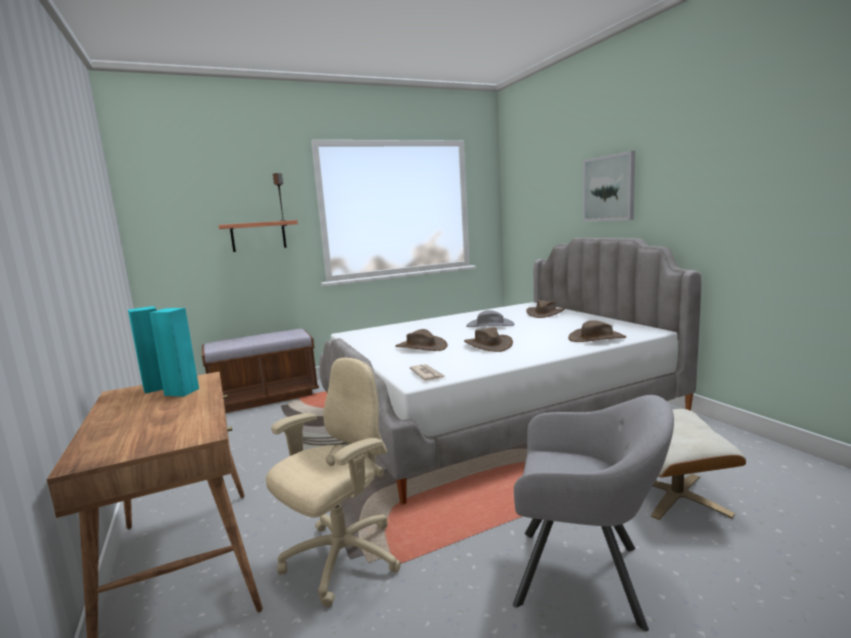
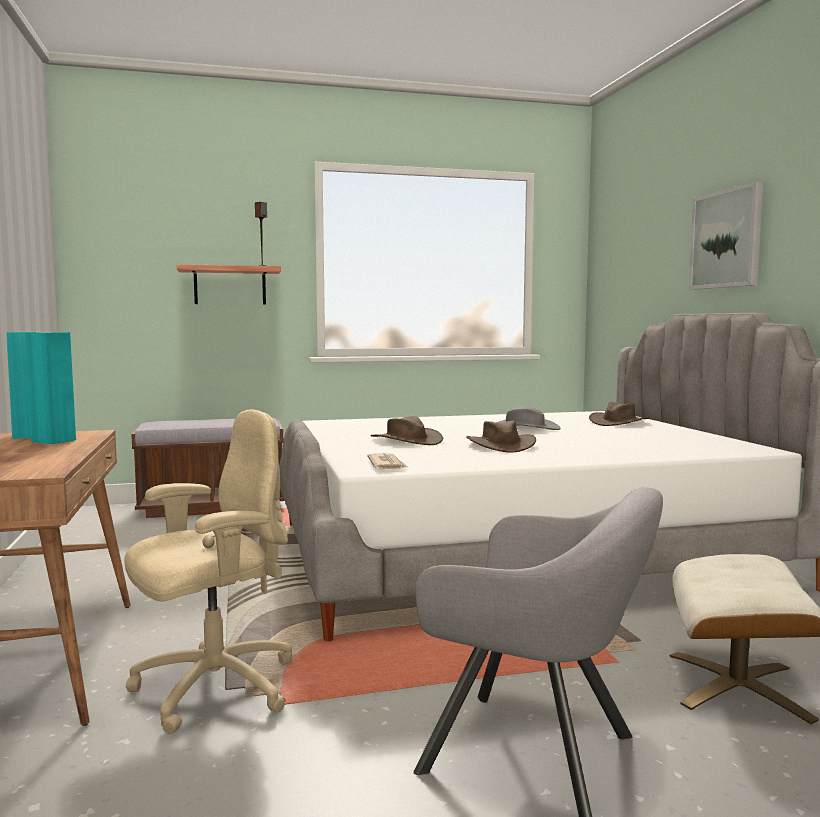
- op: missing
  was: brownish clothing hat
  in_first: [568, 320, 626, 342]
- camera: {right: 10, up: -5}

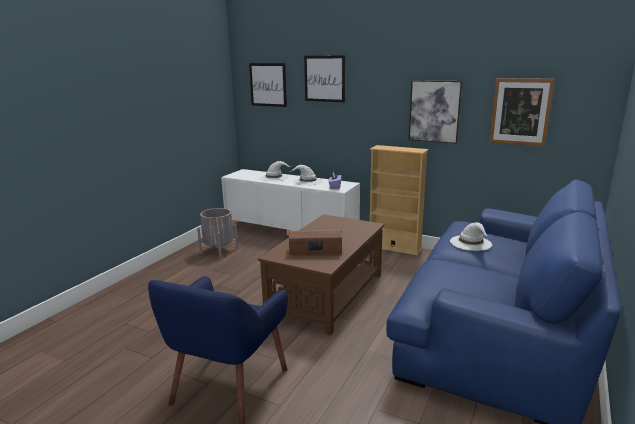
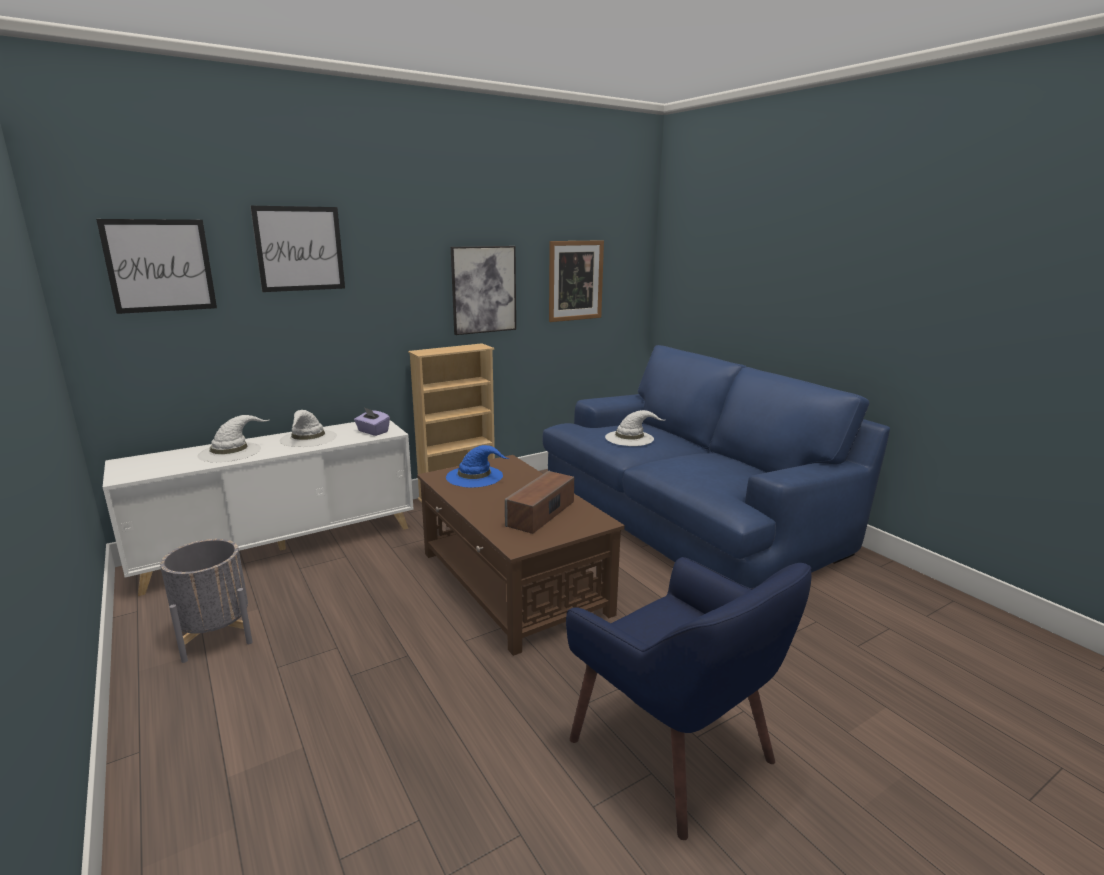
- op: appeared
  now: blue-coloured clothing hat
  in_second: [446, 445, 509, 488]
- camera: {right: -60, up: 0}

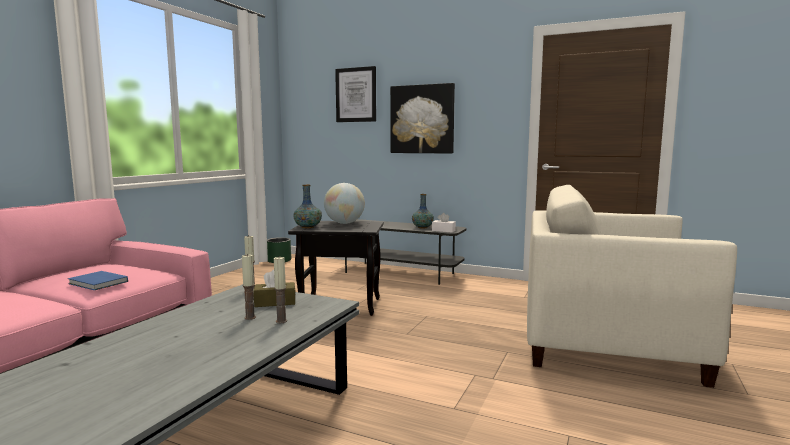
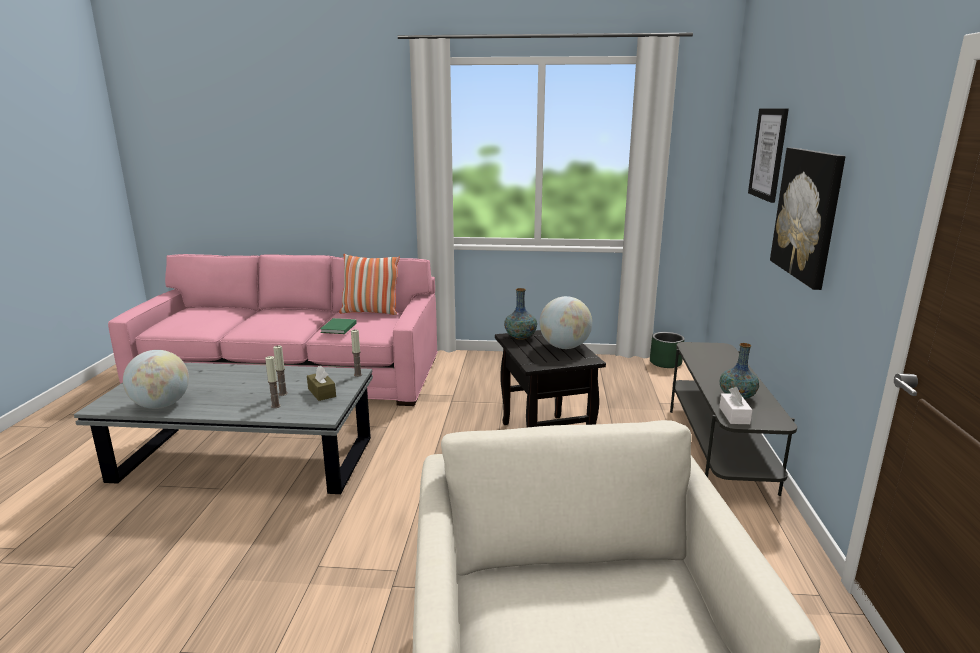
- op: appeared
  now: desk globe
  in_second: [123, 350, 189, 409]
- op: appeared
  now: pillow
  in_second: [339, 254, 400, 315]
- op: colour
  was: blue-coloured bound book
  now: greenish bound book
  in_first: [68, 271, 128, 290]
  in_second: [320, 318, 357, 334]
- camera: {right: 70, up: 10}

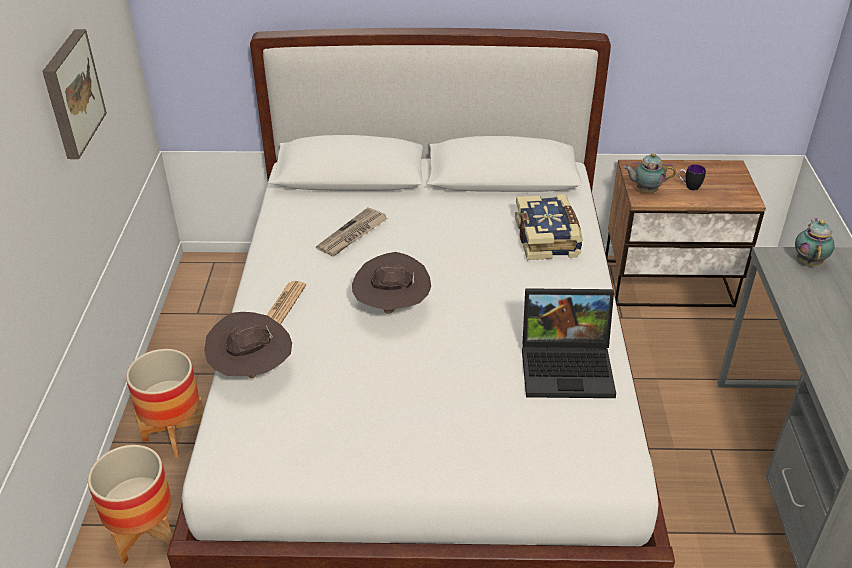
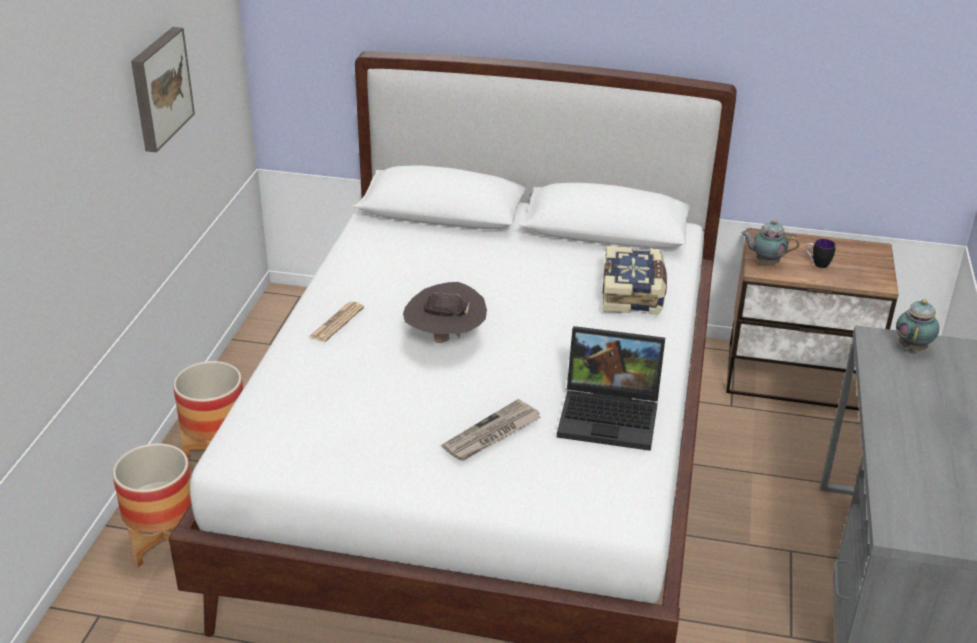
- op: missing
  was: brownish clothing hat
  in_first: [204, 312, 292, 378]
- op: relocated
  was: printed paper
  in_first: [316, 208, 387, 256]
  in_second: [441, 399, 541, 461]
- camera: {right: 10, up: -5}

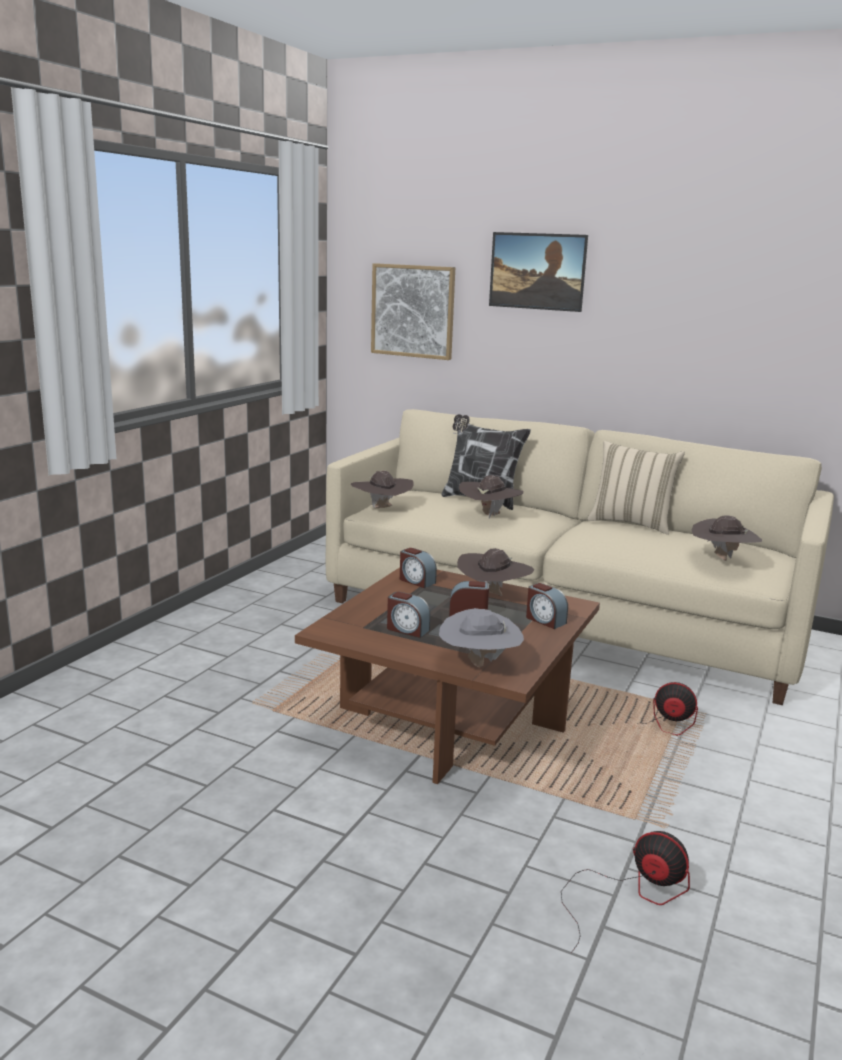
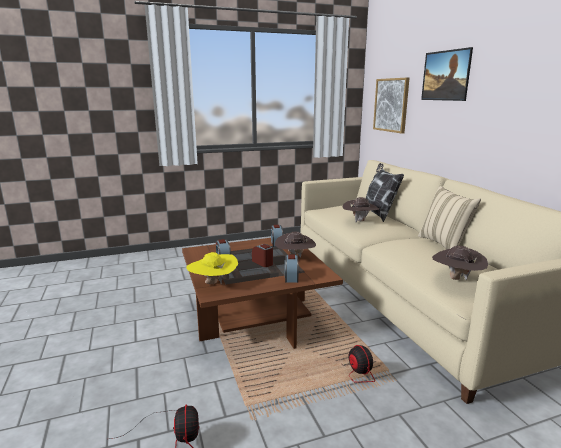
- op: missing
  was: brownish clothing hat
  in_first: [351, 471, 414, 508]
- op: colour
  was: grey clothing hat
  now: yellow-coloured clothing hat
  in_first: [439, 608, 524, 667]
  in_second: [186, 252, 238, 285]
- camera: {right: 45, up: 0}

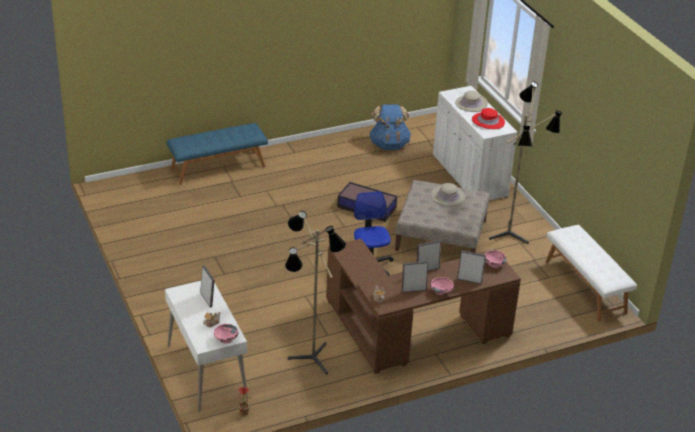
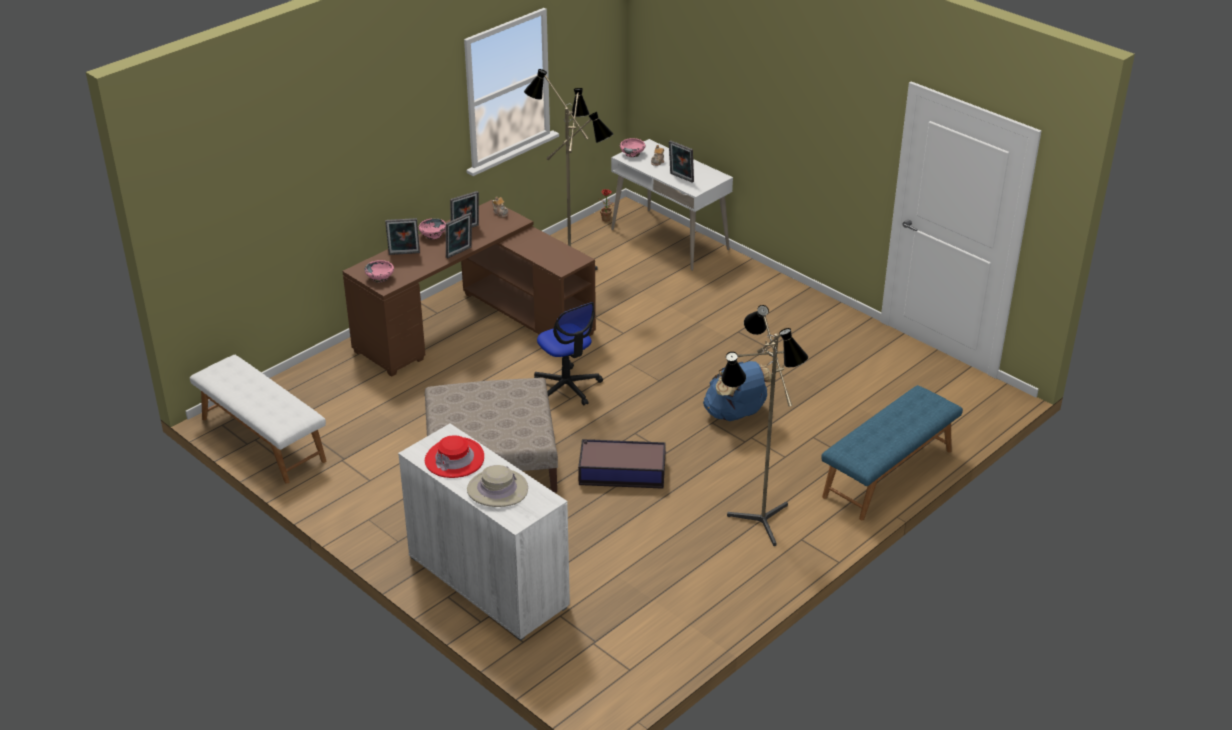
- op: missing
  was: beige-coloured clothing hat
  in_first: [431, 183, 465, 206]
- op: relocated
  was: blue-coloured rucksack
  in_first: [369, 104, 411, 150]
  in_second: [703, 361, 776, 421]
- op: relocated
  was: standard lamp
  in_first: [489, 81, 562, 244]
  in_second: [721, 305, 808, 546]
- camera: {right: 160, up: 0}

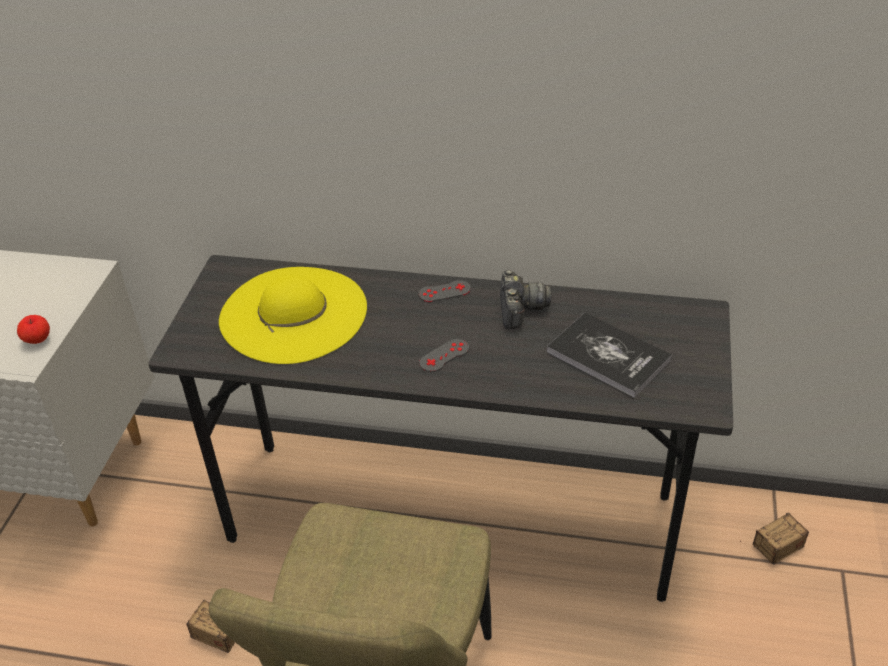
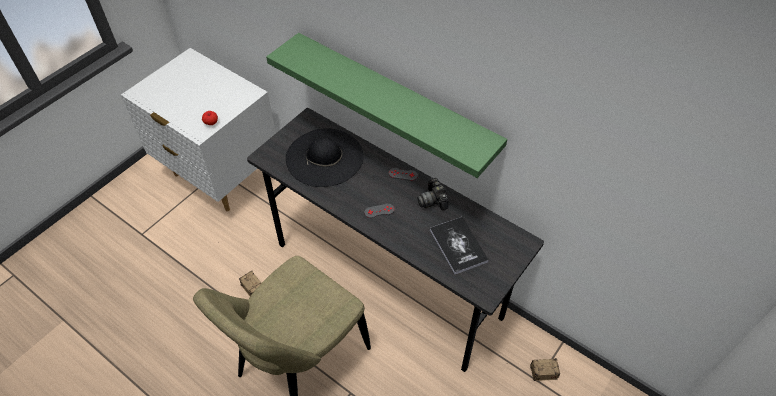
- op: appeared
  now: greenish bracket shelf
  in_second: [266, 33, 507, 178]
- op: colour
  was: yellow-coloured clothing hat
  now: black clothing hat
  in_first: [219, 267, 367, 364]
  in_second: [286, 128, 364, 187]
- op: spun
  was: still camera
  in_first: [500, 270, 551, 329]
  in_second: [417, 178, 448, 210]
  clockwise: 135
- camera: {right: 25, up: 10}

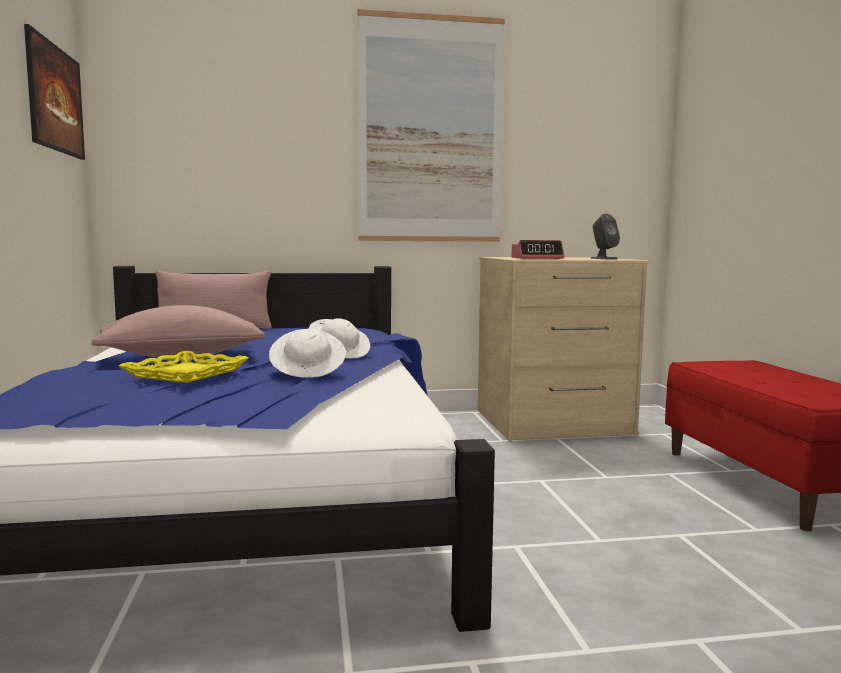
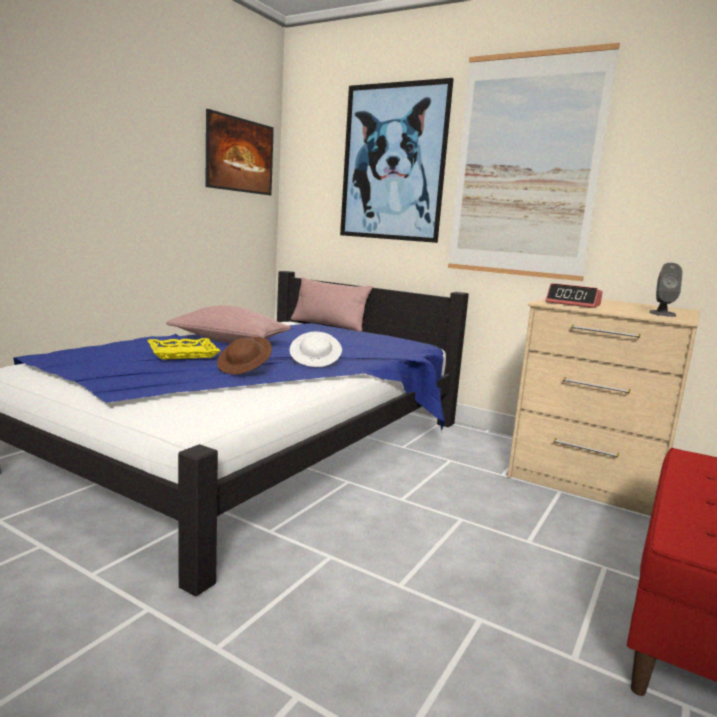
- op: appeared
  now: wall picture
  in_second: [340, 78, 453, 243]
- op: colour
  was: white-coloured clothing hat
  now: brownish clothing hat
  in_first: [269, 329, 346, 378]
  in_second: [217, 337, 272, 374]
- camera: {right: 40, up: 5}

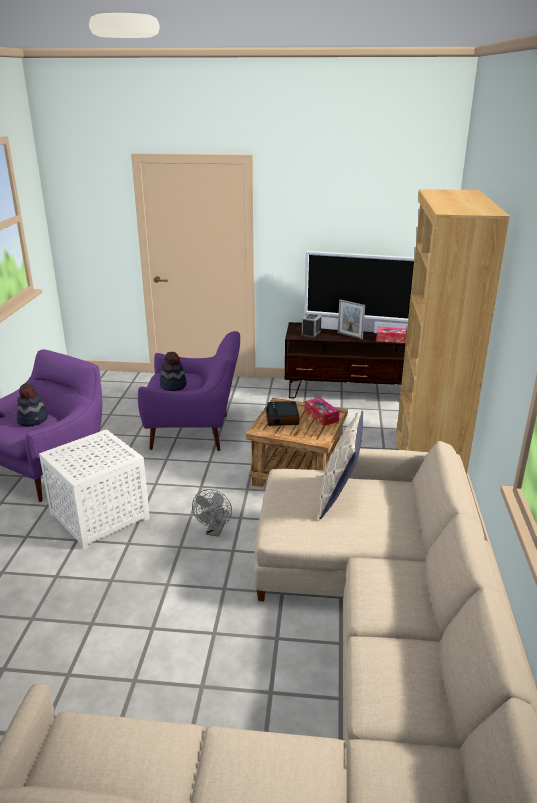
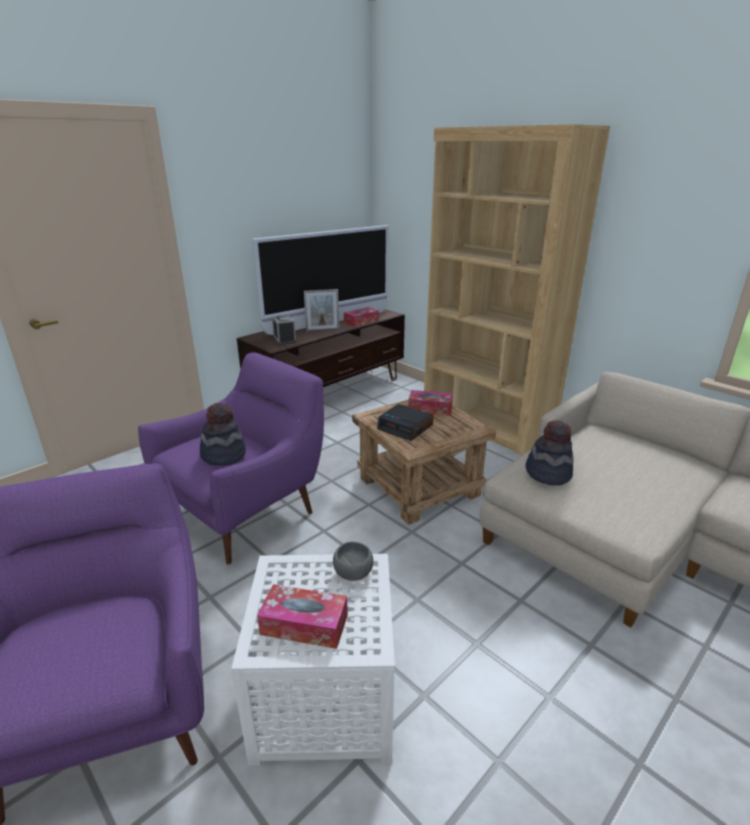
- op: missing
  was: grey electric fan
  in_first: [192, 489, 232, 537]
- op: missing
  was: pillow
  in_first: [319, 410, 363, 519]
- op: appeared
  now: tissue holder
  in_second: [257, 584, 348, 649]
- op: appeared
  now: grey serving bowl
  in_second: [333, 541, 373, 581]
- op: relocated
  was: clothing hat
  in_first: [17, 383, 48, 427]
  in_second: [526, 420, 574, 485]
- camera: {right: -50, up: 0}

